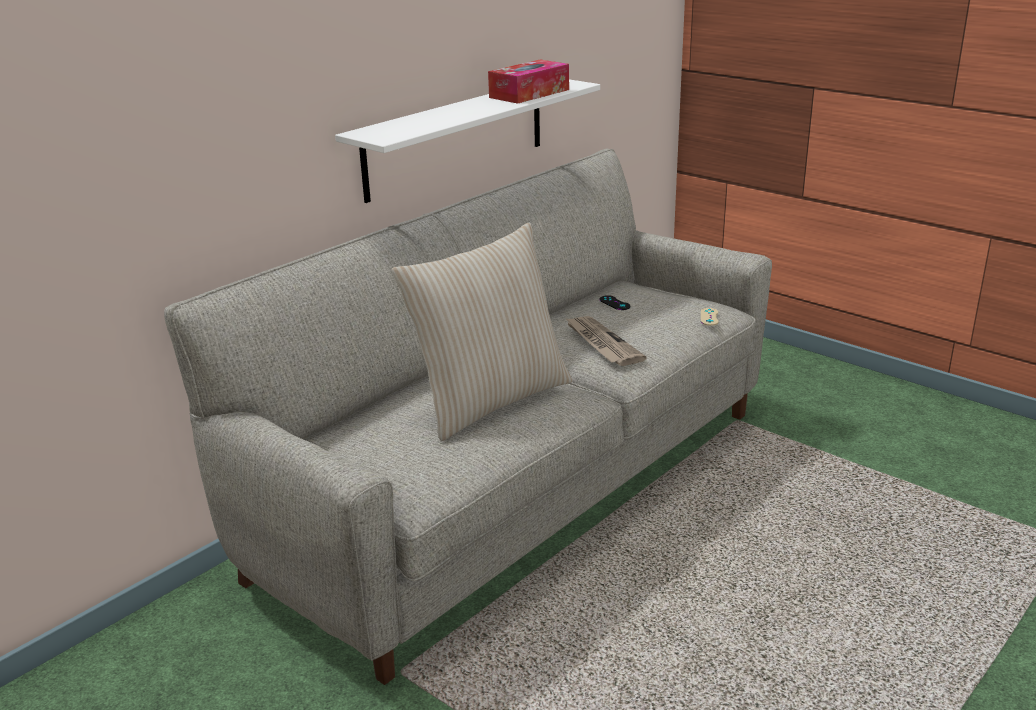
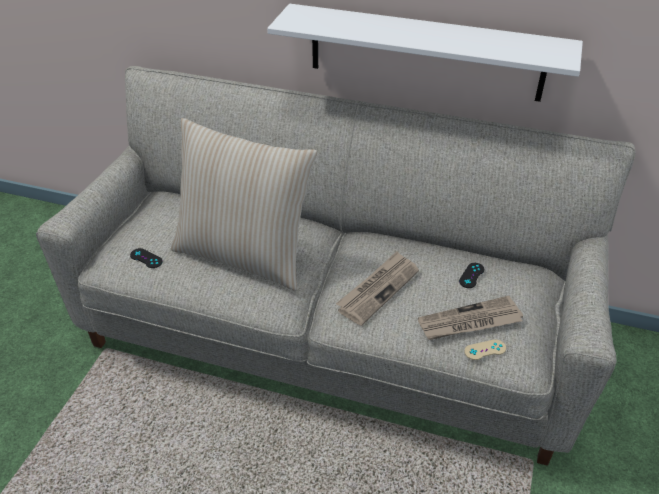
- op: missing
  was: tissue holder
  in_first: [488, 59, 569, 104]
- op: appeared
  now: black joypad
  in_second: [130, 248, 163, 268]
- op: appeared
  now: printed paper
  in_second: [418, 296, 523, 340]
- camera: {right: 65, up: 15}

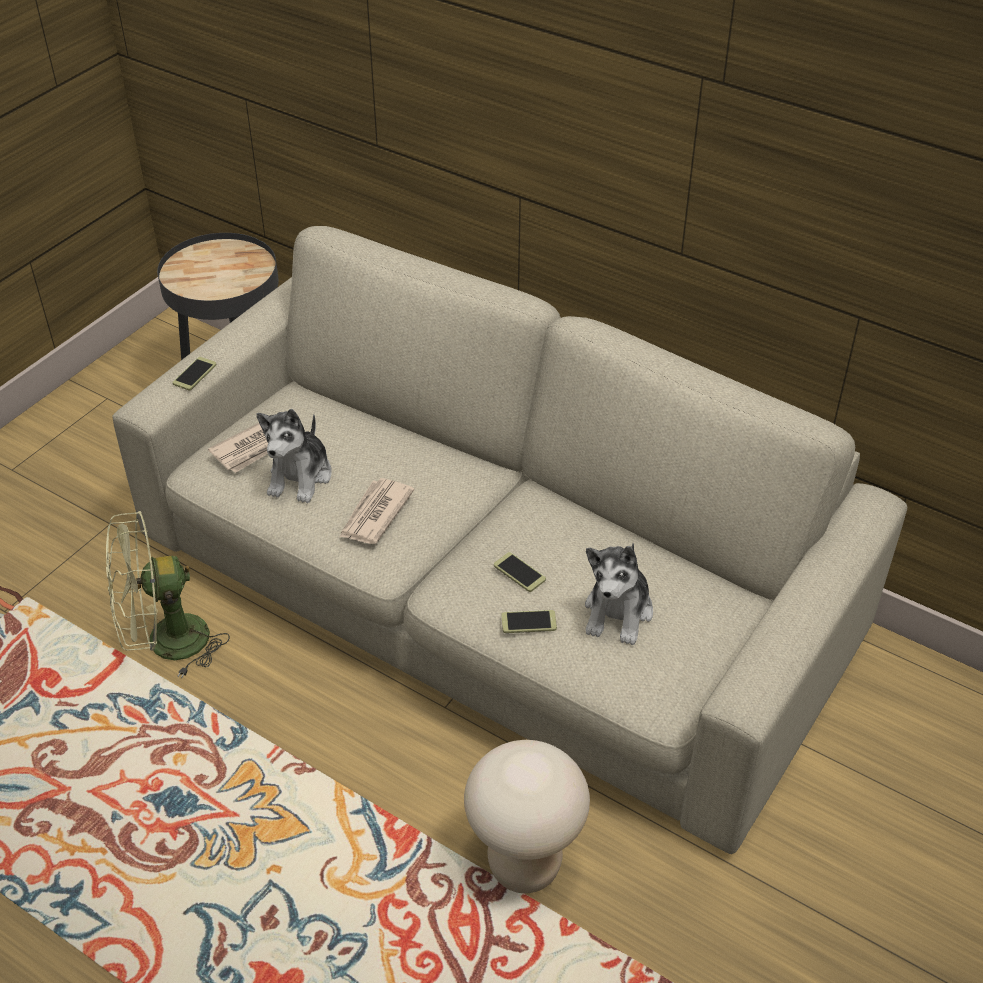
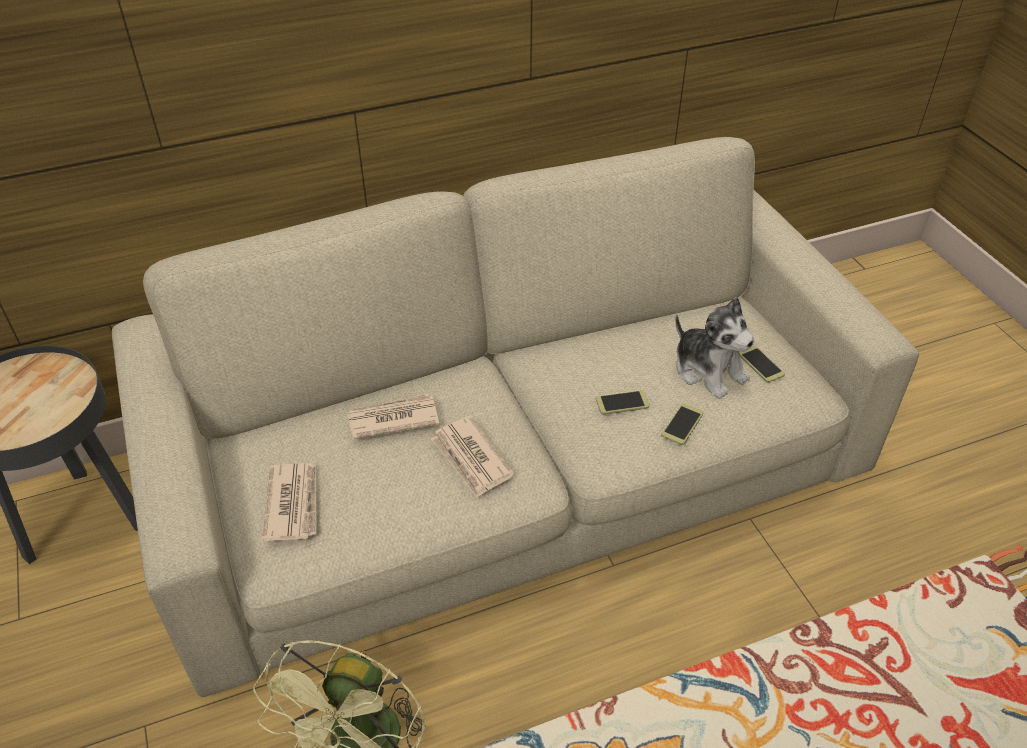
- op: missing
  was: cuddly toy
  in_first: [256, 409, 332, 503]
- op: missing
  was: beige-coloured sitting stool
  in_first: [464, 740, 590, 893]
- op: appeared
  now: printed paper
  in_second: [347, 394, 439, 439]
- op: relocated
  was: handset
  in_first: [172, 357, 216, 390]
  in_second: [739, 346, 785, 383]
- camera: {right: -55, up: 0}

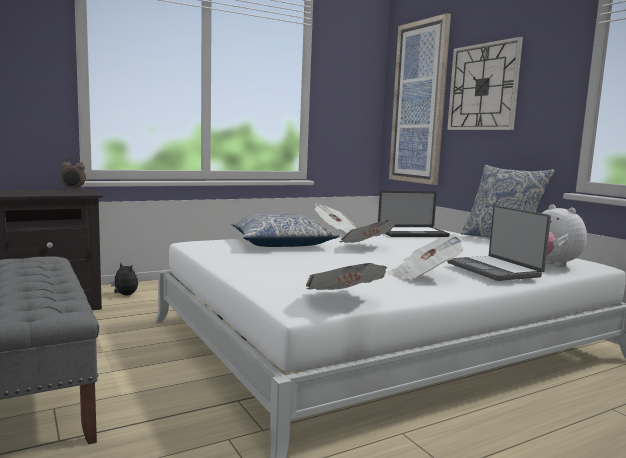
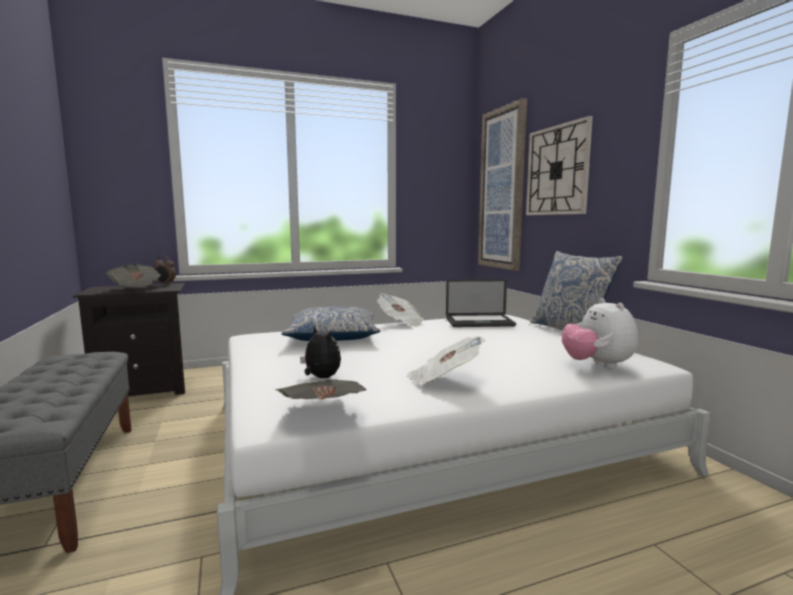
- op: missing
  was: notebook computer
  in_first: [447, 205, 551, 281]
- op: relocated
  was: cuddly toy
  in_first: [111, 263, 138, 295]
  in_second: [300, 326, 341, 378]
- op: relocated
  was: printed paper
  in_first: [339, 219, 397, 243]
  in_second: [106, 264, 161, 286]
- camera: {right: 10, up: 0}

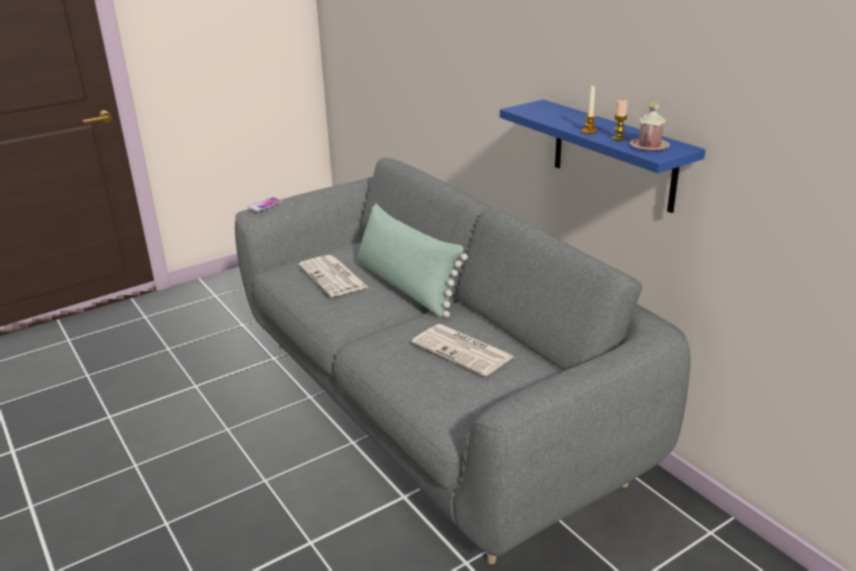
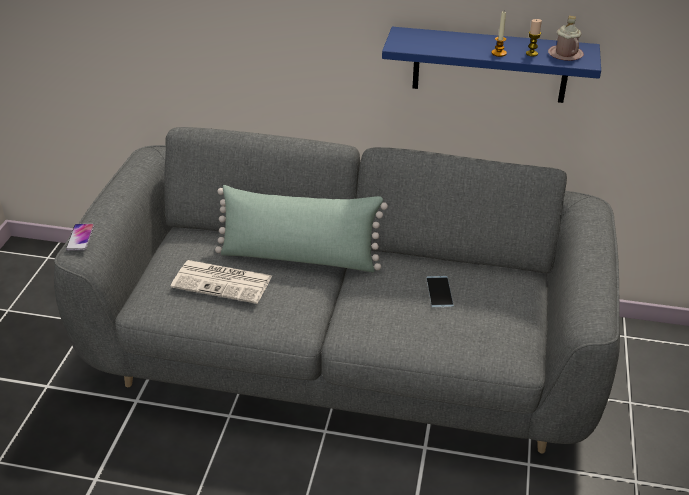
- op: exchanged
  was: printed paper
  now: handset
  in_first: [412, 324, 515, 376]
  in_second: [426, 276, 454, 308]
- camera: {right: -45, up: 10}

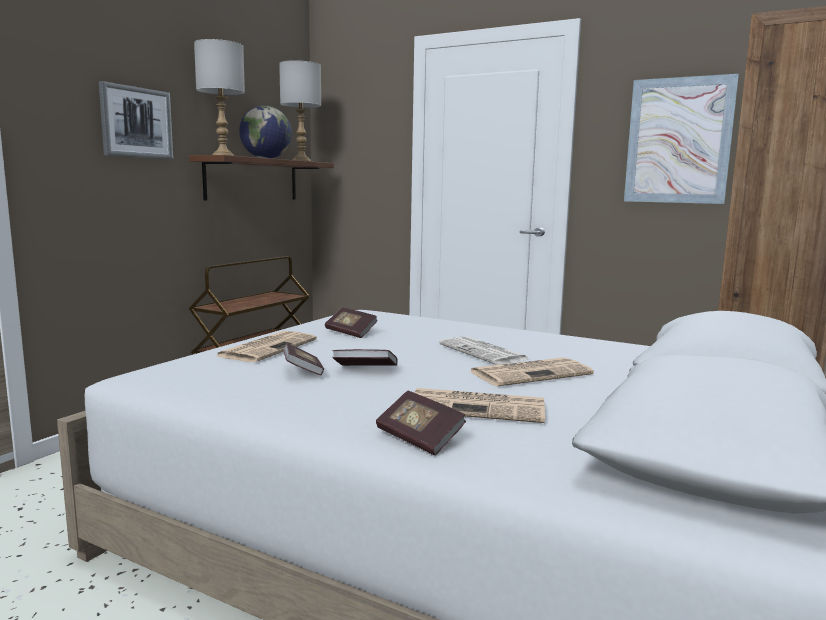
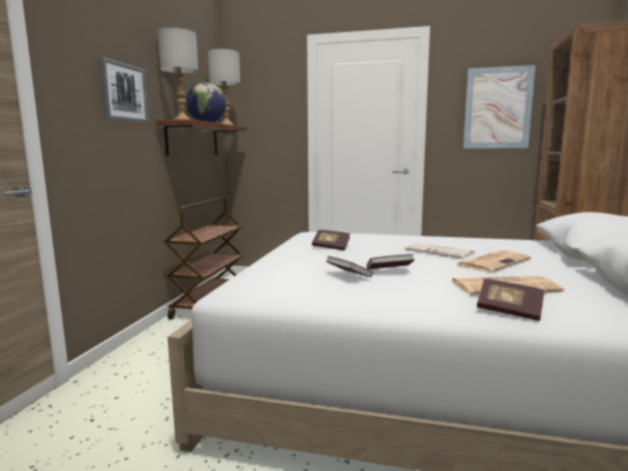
- op: missing
  was: printed paper
  in_first: [216, 331, 317, 362]
- camera: {right: -15, up: 0}

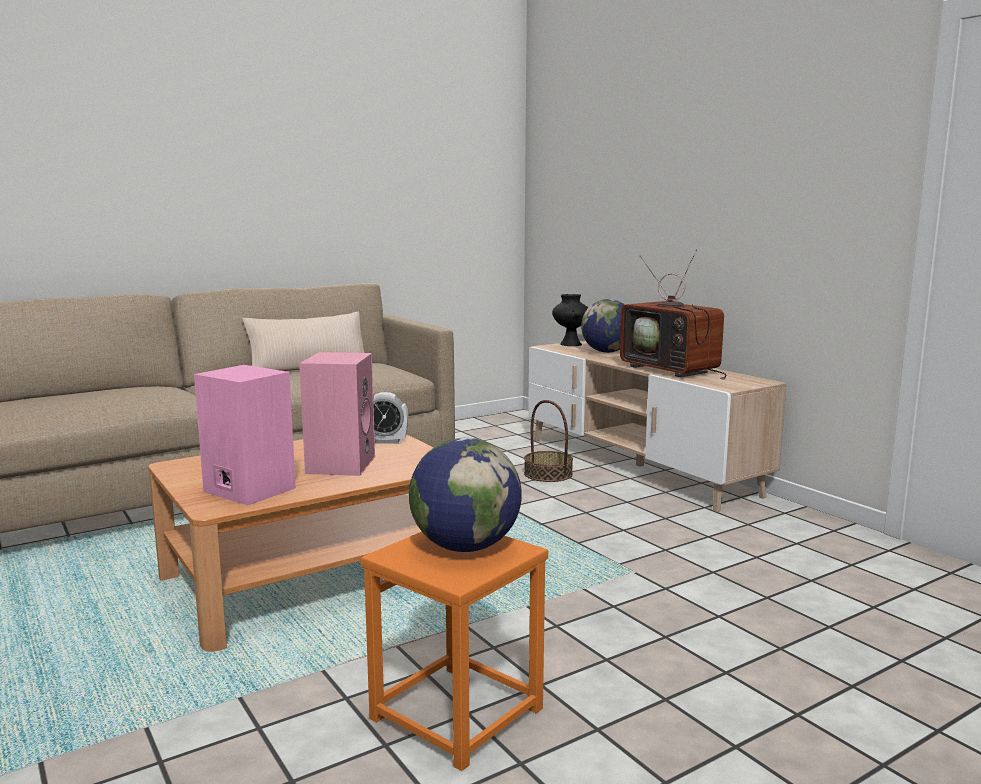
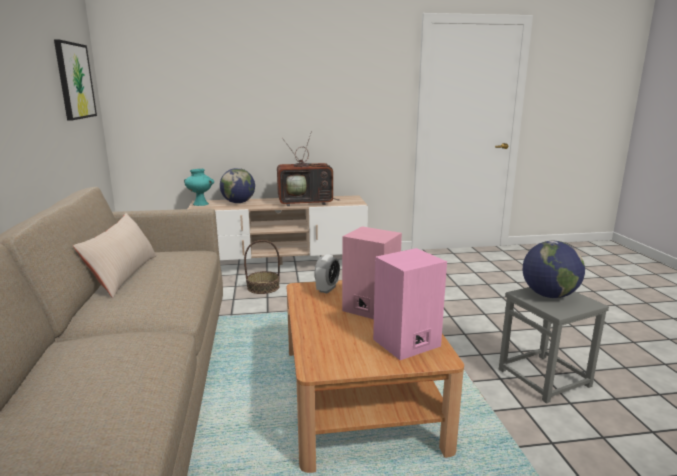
- op: appeared
  now: wall picture
  in_second: [54, 39, 97, 121]
- op: colour
  was: orangey sitting stool
  now: grey sitting stool
  in_first: [361, 532, 548, 771]
  in_second: [499, 287, 609, 404]
- op: colour
  was: black flower vase
  now: blue-green flower vase
  in_first: [552, 294, 588, 346]
  in_second: [184, 169, 214, 206]
- camera: {right: -65, up: 5}

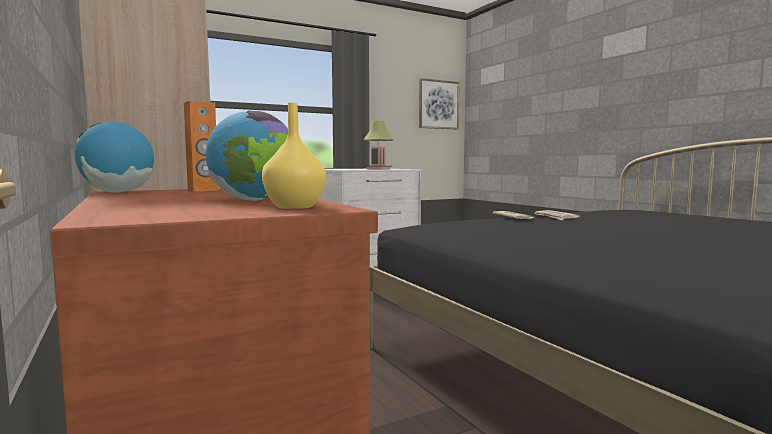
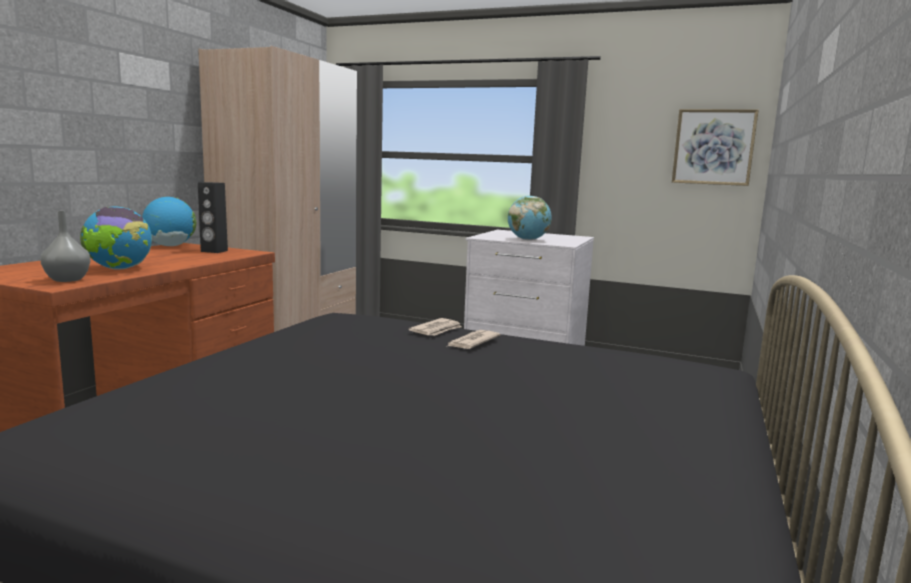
- op: exchanged
  was: tabletop lamp
  now: desk globe
  in_first: [363, 121, 394, 169]
  in_second: [508, 195, 552, 240]
- op: colour
  was: orangey loudspeaker
  now: black loudspeaker
  in_first: [184, 101, 219, 192]
  in_second: [198, 182, 228, 253]
- op: colour
  was: yellow-coloured flower vase
  now: grey flower vase
  in_first: [262, 103, 326, 209]
  in_second: [40, 211, 91, 282]
- camera: {right: 50, up: 5}

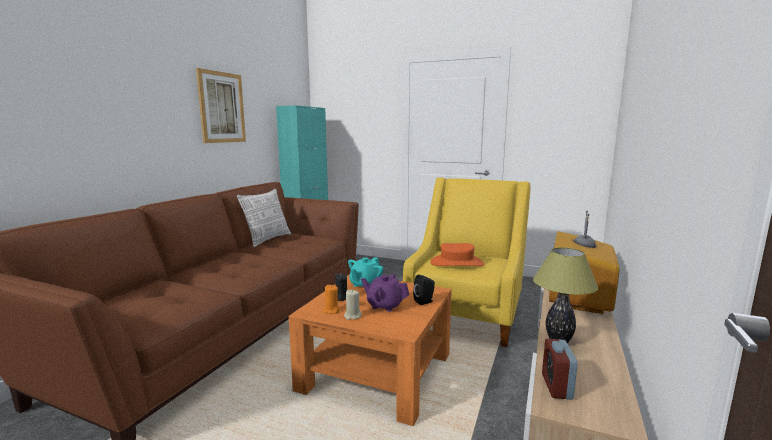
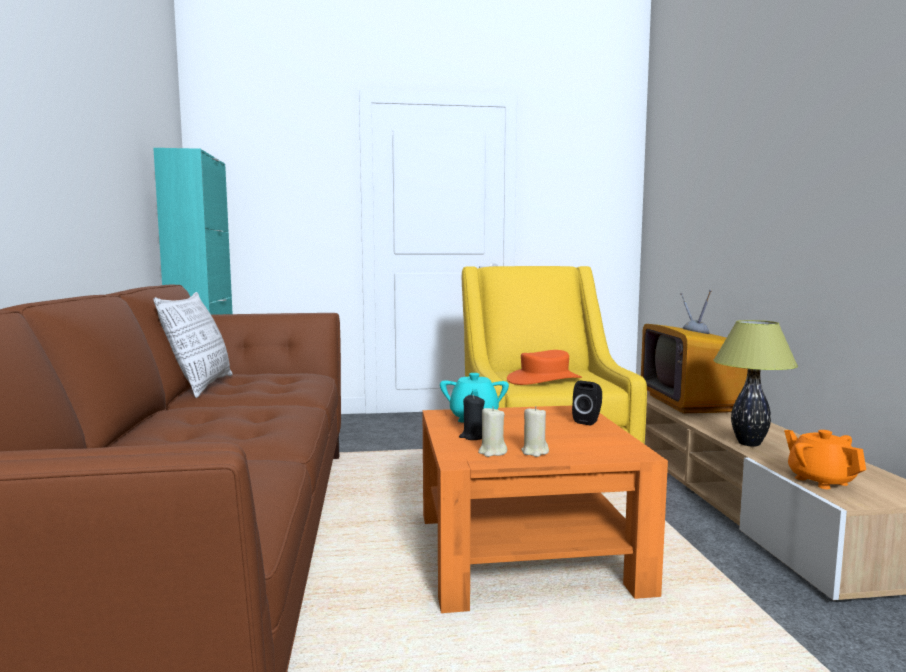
- op: missing
  was: wall picture
  in_first: [196, 68, 246, 143]
- op: missing
  was: purple-coloured pot for tea
  in_first: [361, 274, 409, 312]
- op: exchanged
  was: alarm clock
  now: orangey pot for tea
  in_first: [542, 339, 578, 400]
  in_second: [784, 430, 866, 489]
- op: colour
  was: orangey candle
  now: beige-coloured candle
  in_first: [323, 285, 340, 314]
  in_second: [478, 406, 507, 457]
- camera: {right: -30, up: -5}

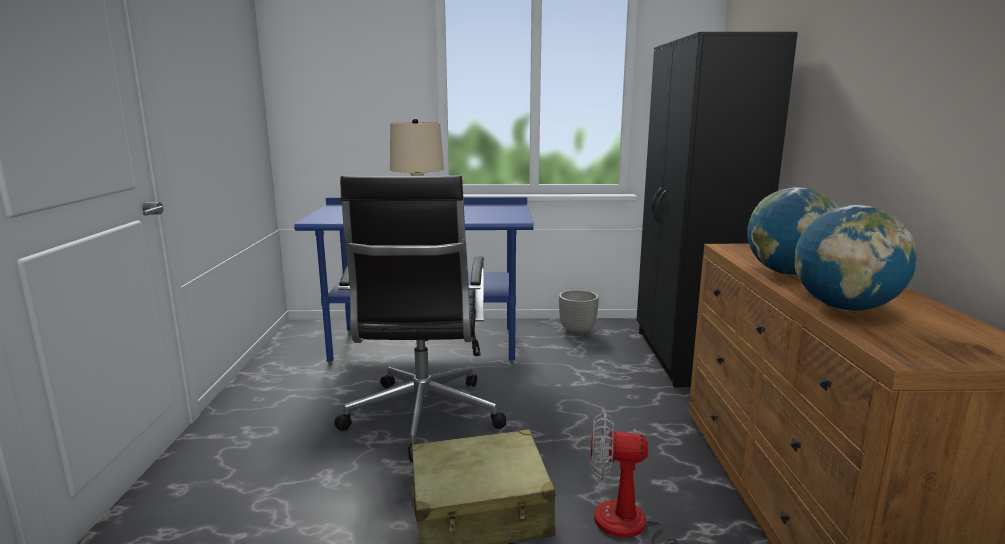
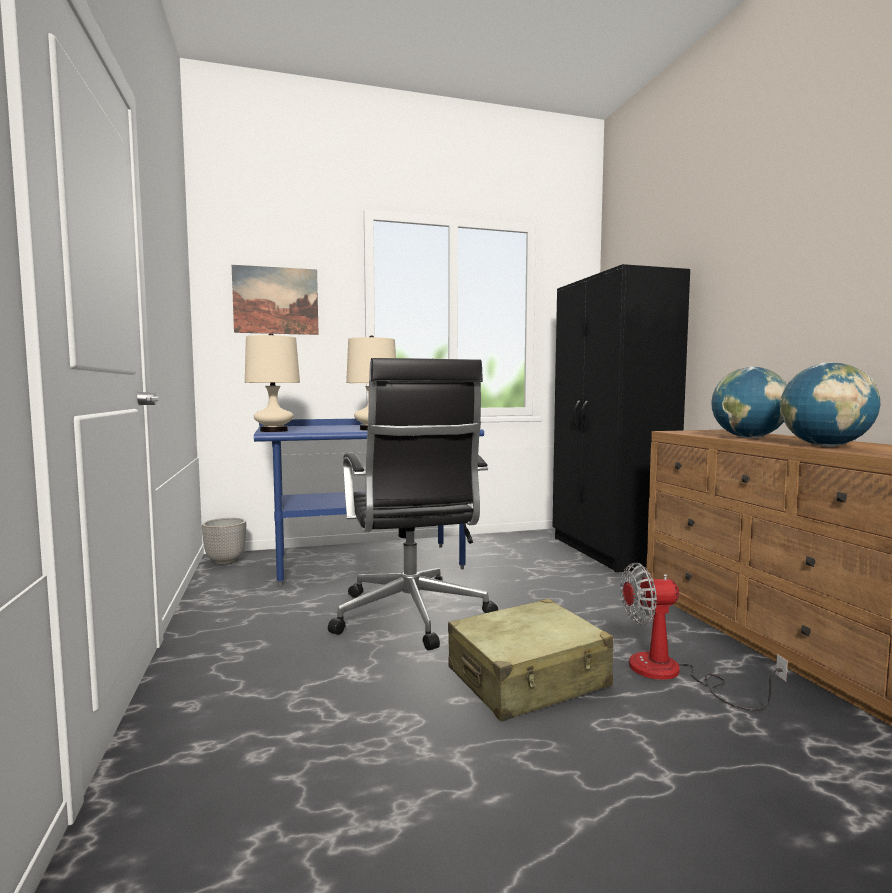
- op: appeared
  now: wall picture
  in_second: [232, 265, 319, 335]
- op: appeared
  now: beige-coloured tabletop lamp
  in_second: [245, 333, 300, 432]
- op: relocated
  was: flower pot
  in_first: [559, 290, 599, 335]
  in_second: [202, 518, 246, 565]
- camera: {right: -15, up: -10}

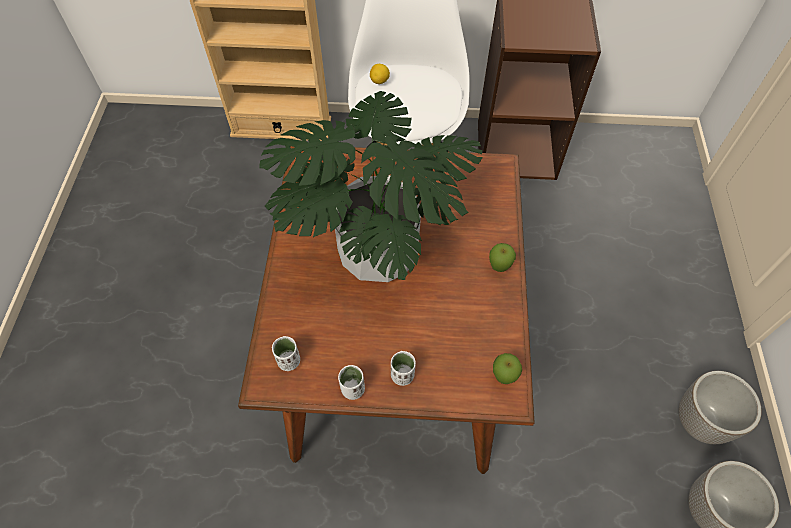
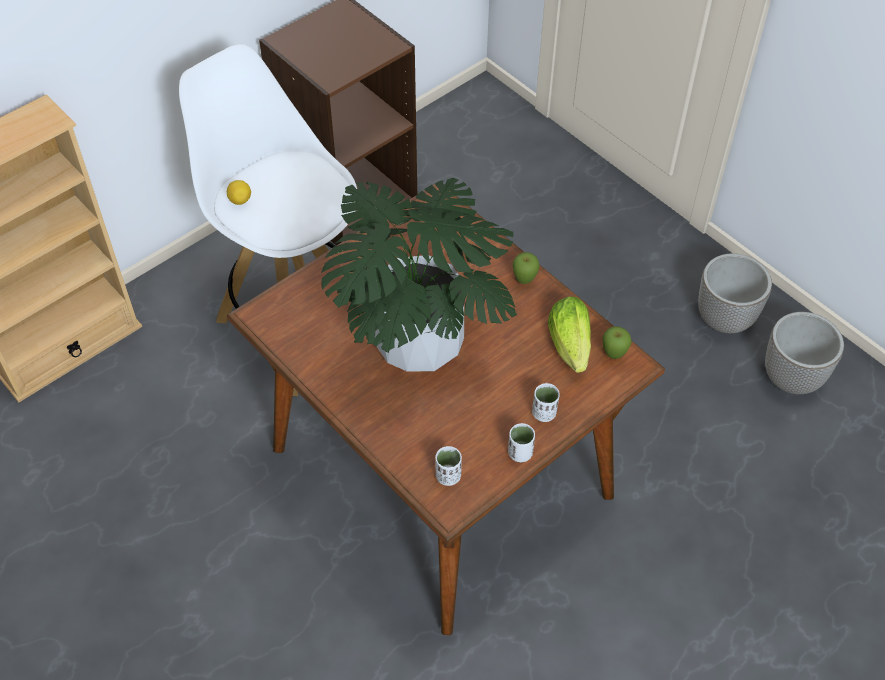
- op: appeared
  now: lettuce
  in_second: [548, 296, 591, 373]
- camera: {right: -45, up: -5}

